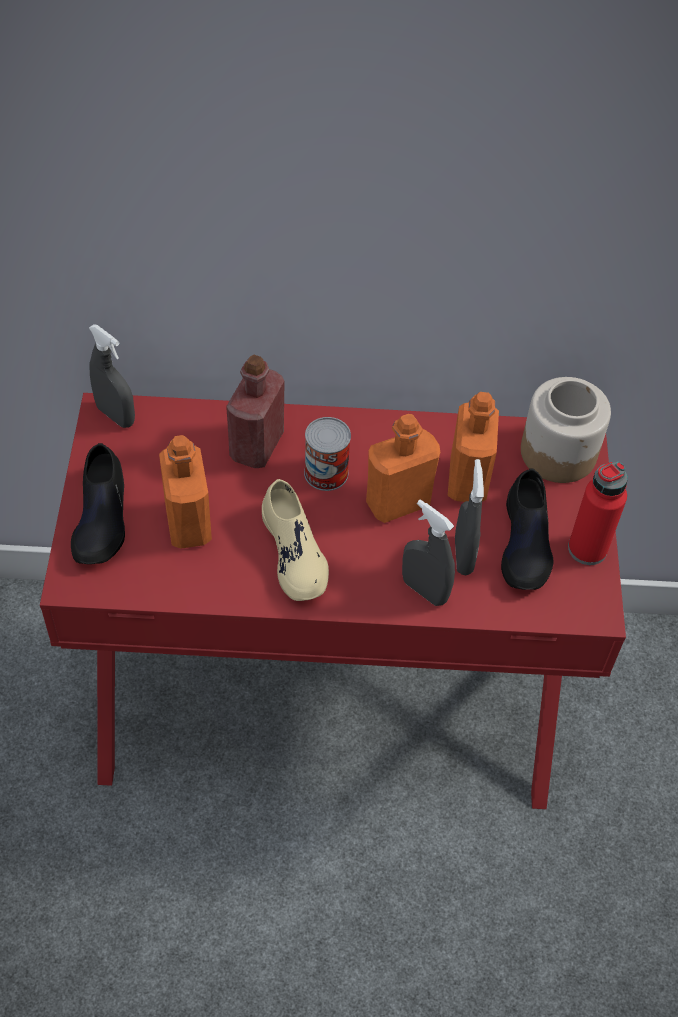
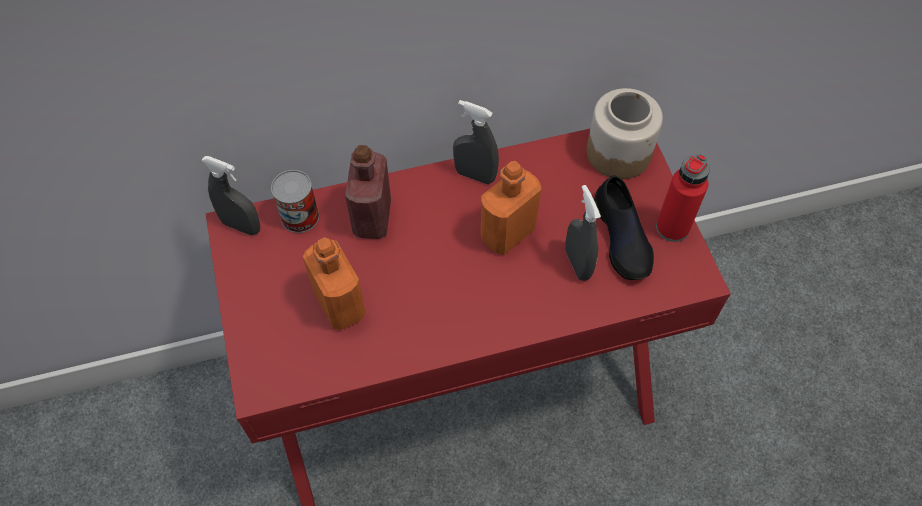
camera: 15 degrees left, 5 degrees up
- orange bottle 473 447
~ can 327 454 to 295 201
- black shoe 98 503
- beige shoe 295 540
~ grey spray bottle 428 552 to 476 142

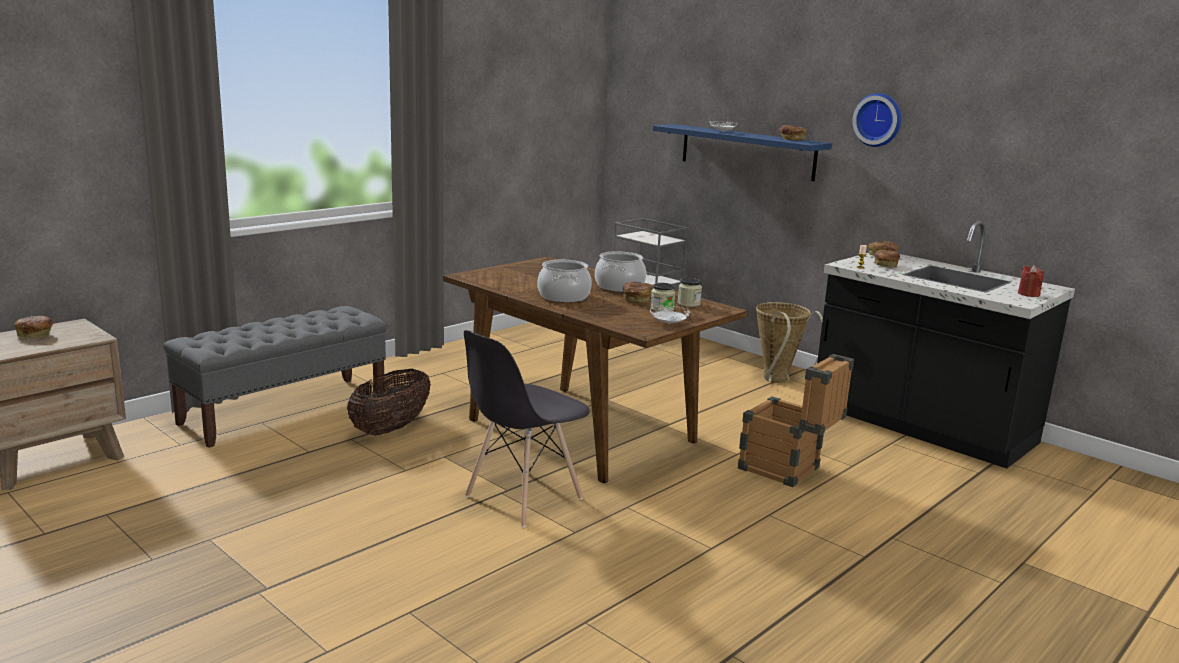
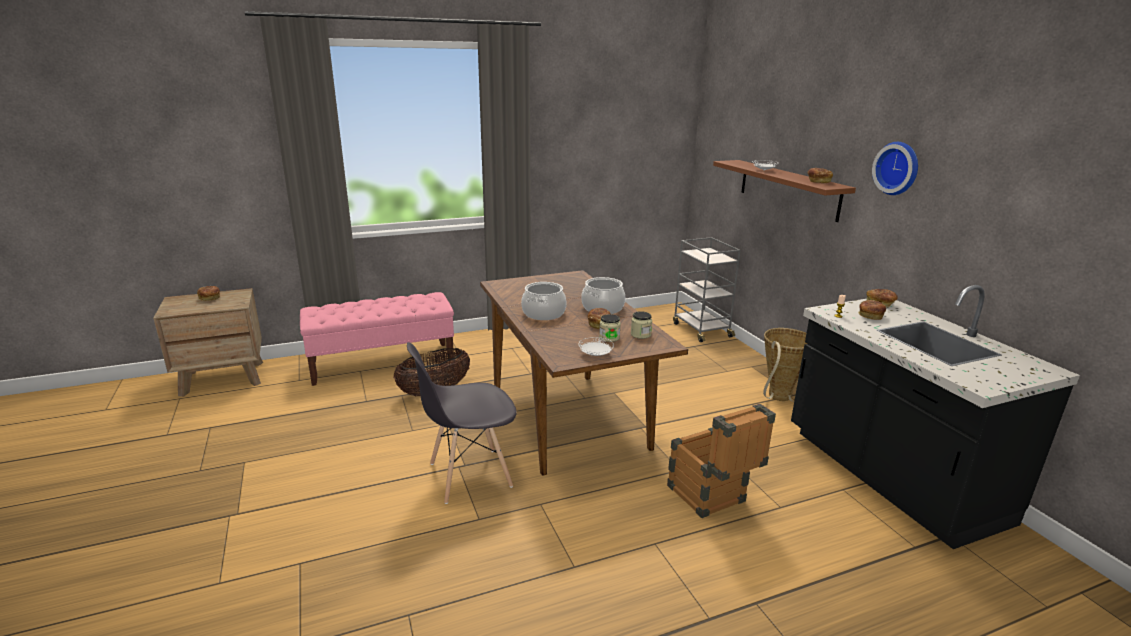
camera: 25 degrees right, 5 degrees up
~ blue shelf 742 152 to brown shelf 784 191
- red candle 1031 281
~ grey bench 275 377 to pink bench 377 339

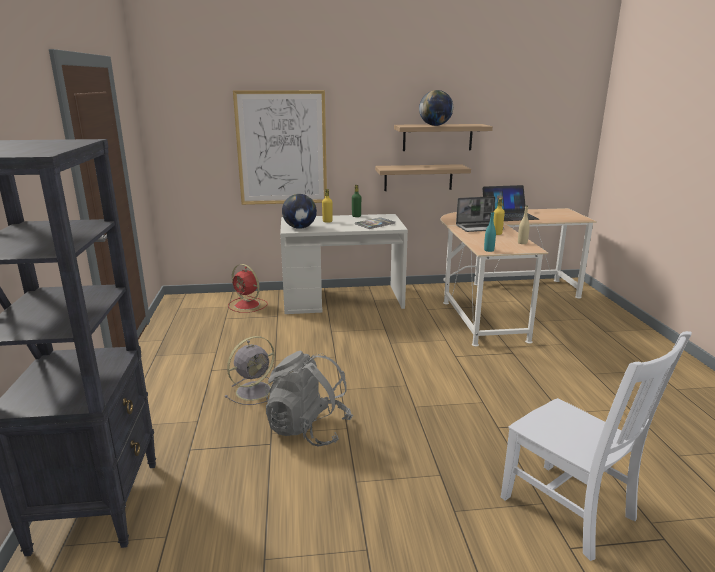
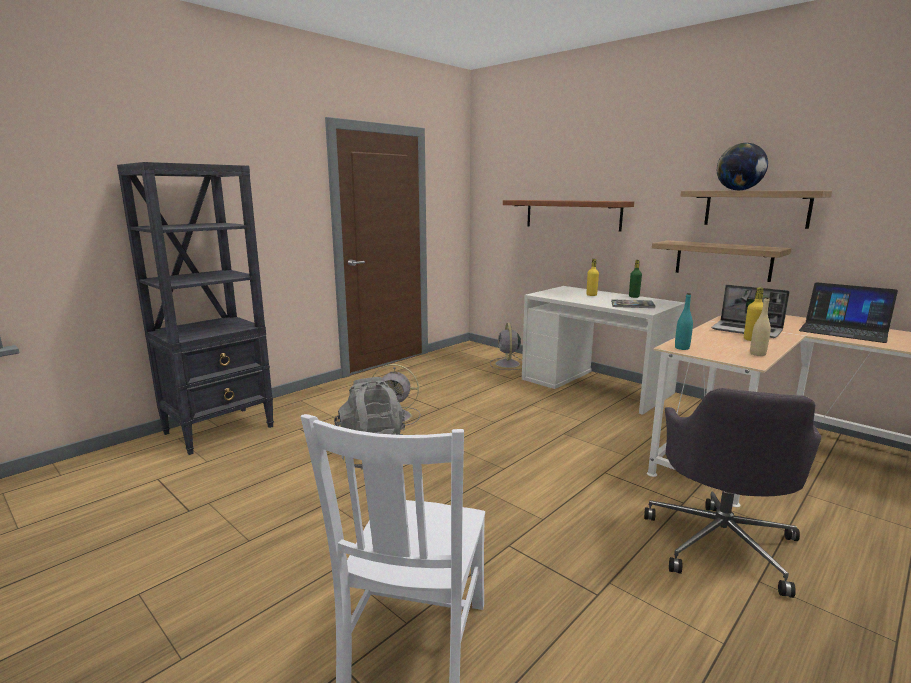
camera: 50 degrees right, 5 degrees down
~ picture 280 147 to brown shelf 568 215
- globe 299 211
~ red fan 248 288 to grey fan 506 346
+ grey office chair 732 493

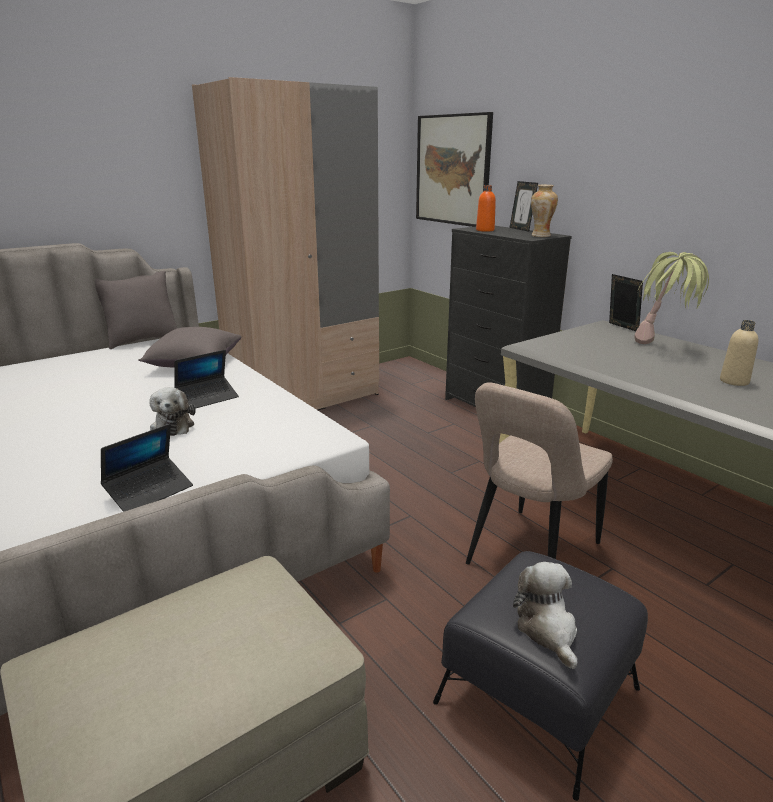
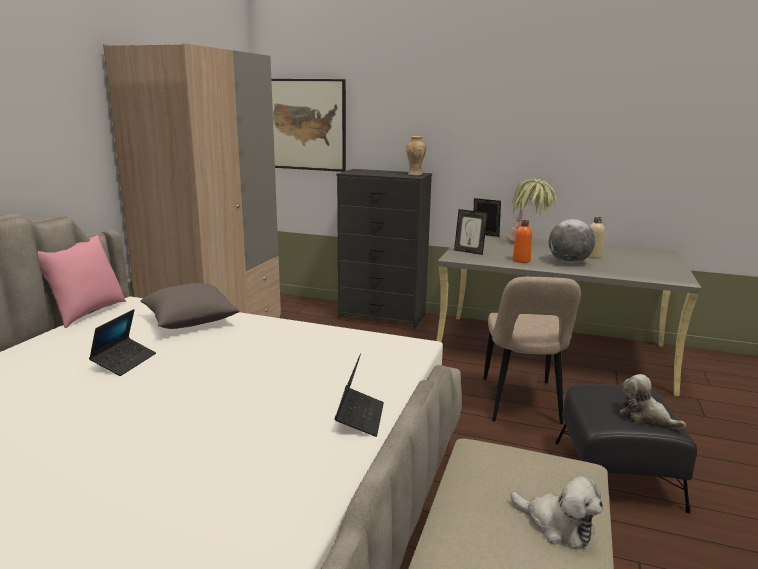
camera: 35 degrees left, 5 degrees down
~ picture frame 523 206 to 471 232
~ orange bottle 486 208 to 522 241
~ grey pillow 136 310 to pink pillow 82 281
~ laptop 206 379 to 122 342
~ plush toy 172 411 to 557 511
+ globe 572 241

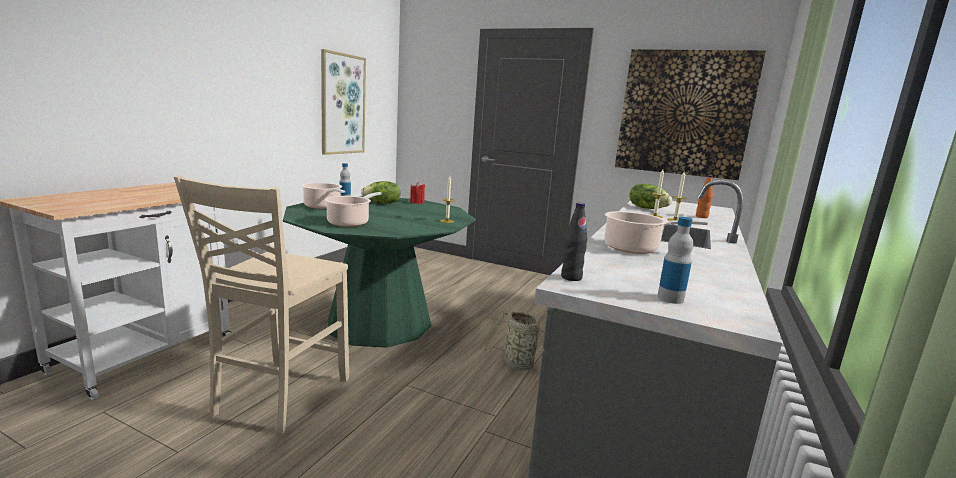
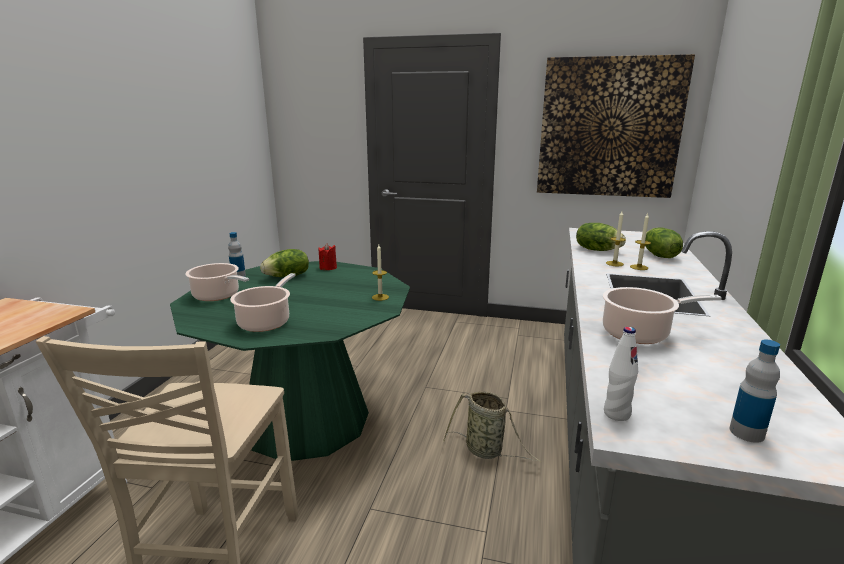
camera: 10 degrees left, 5 degrees up
- picture 343 102
~ orange bottle 704 196 to lettuce 664 242
~ black bottle 574 242 to white bottle 621 374

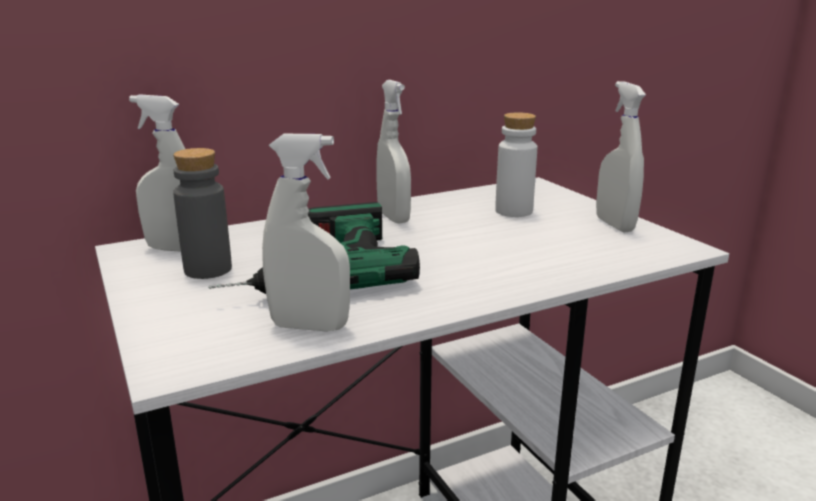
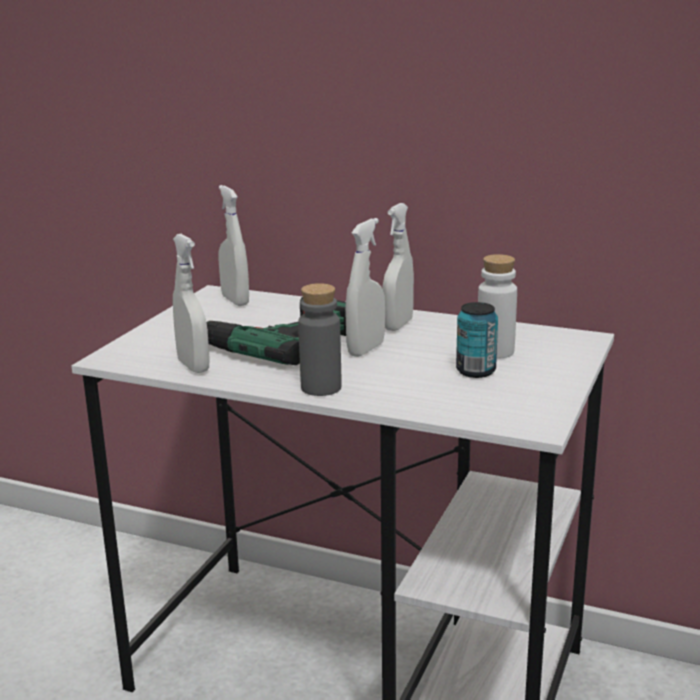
camera: 50 degrees right, 0 degrees up
~ white spray bottle 621 156 to 365 287
~ grey bottle 202 213 to 319 339
+ can 477 340

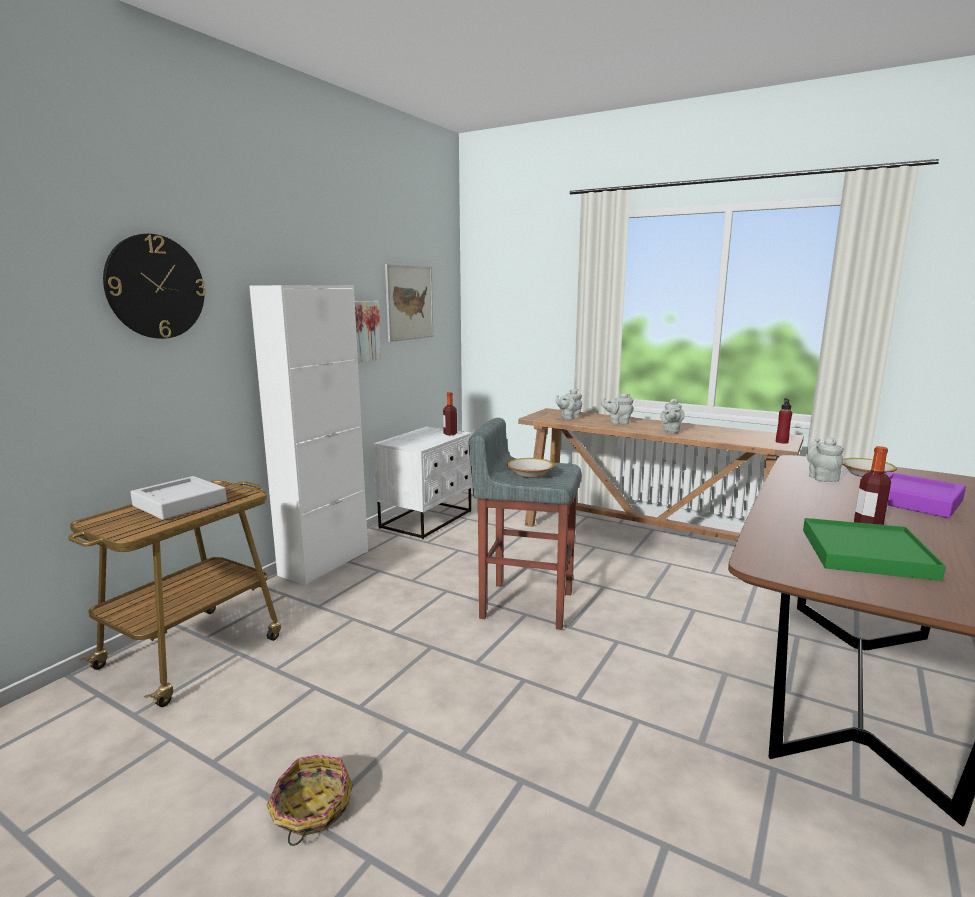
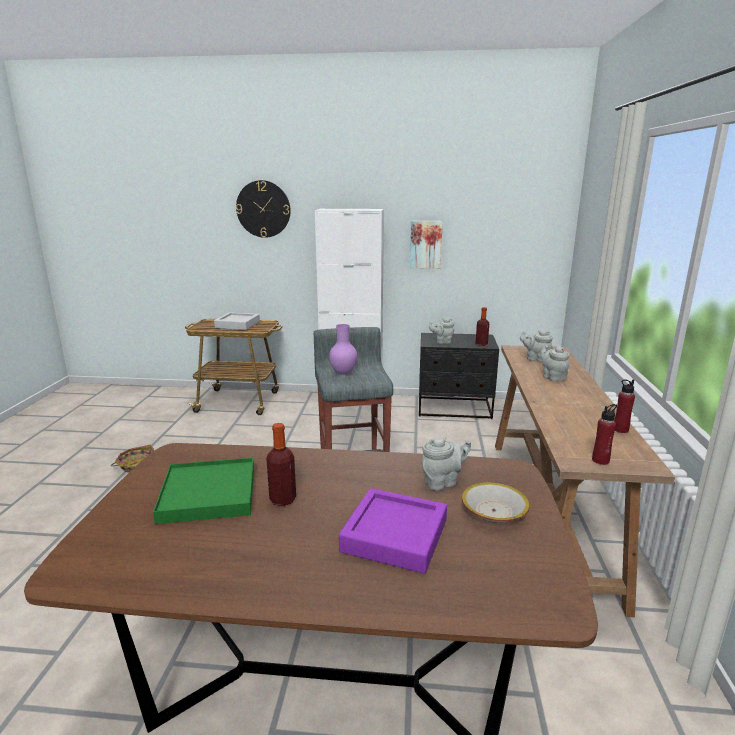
camera: 65 degrees right, 5 degrees up
- picture 409 303
~ grey teapot 672 415 to 441 331
~ white nightstand 422 483 to black nightstand 459 376
~ bowl 531 468 to purple vase 343 349
+ red bottle 624 406

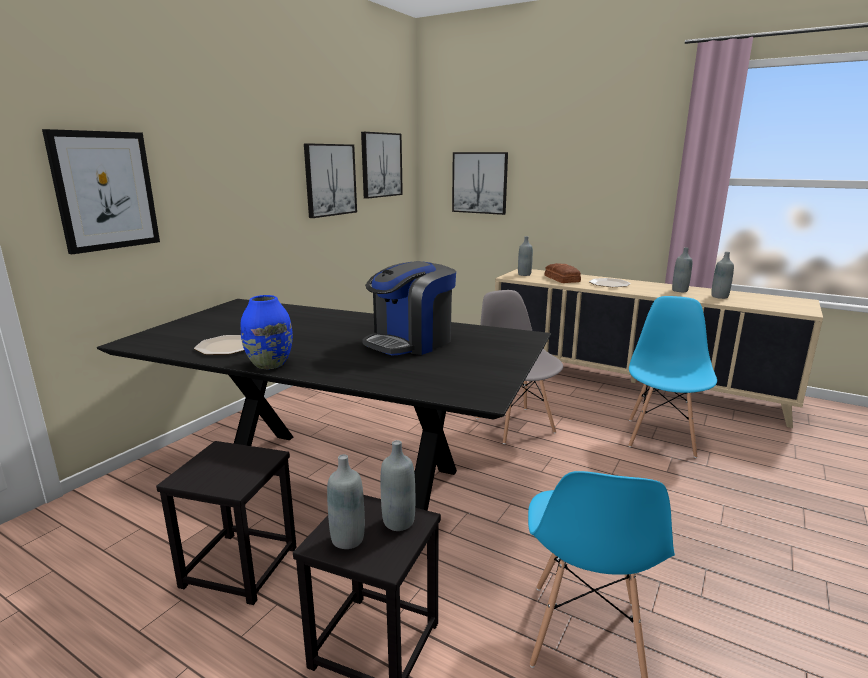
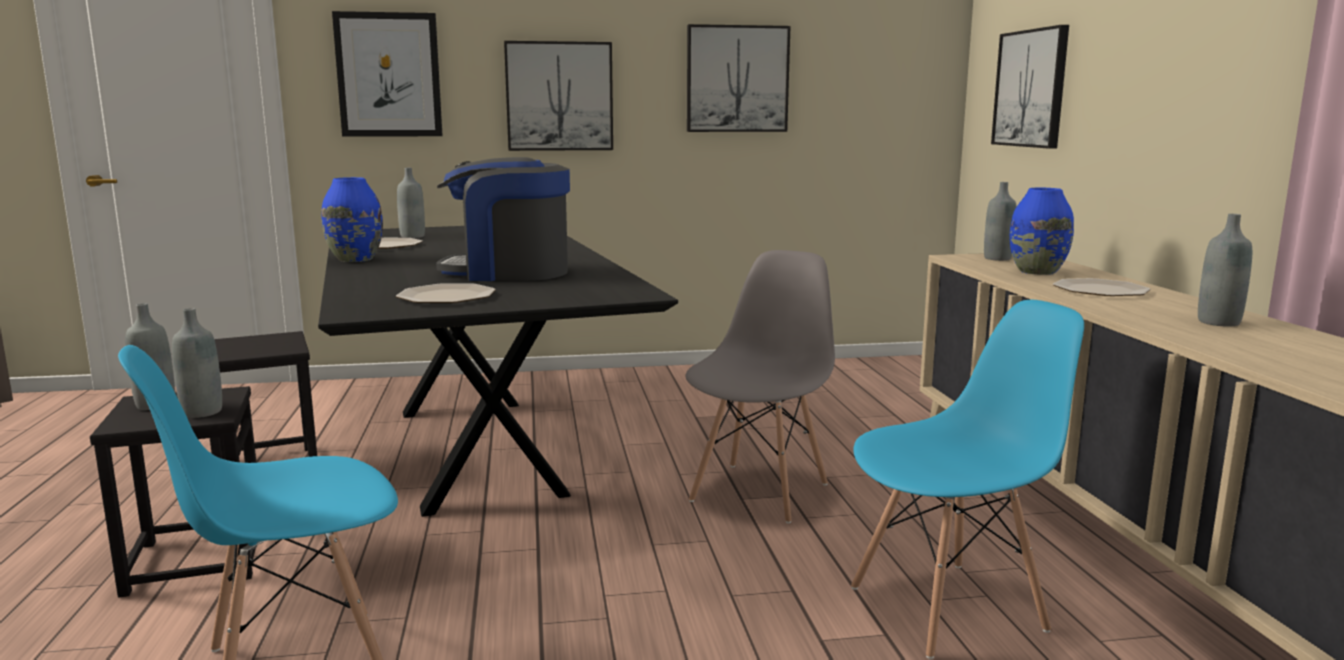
camera: 50 degrees right, 5 degrees down
~ picture 382 165 to 558 96
~ grey bottle 722 275 to 411 203
~ bread 563 273 to blue vase 1042 231
+ plate 446 293

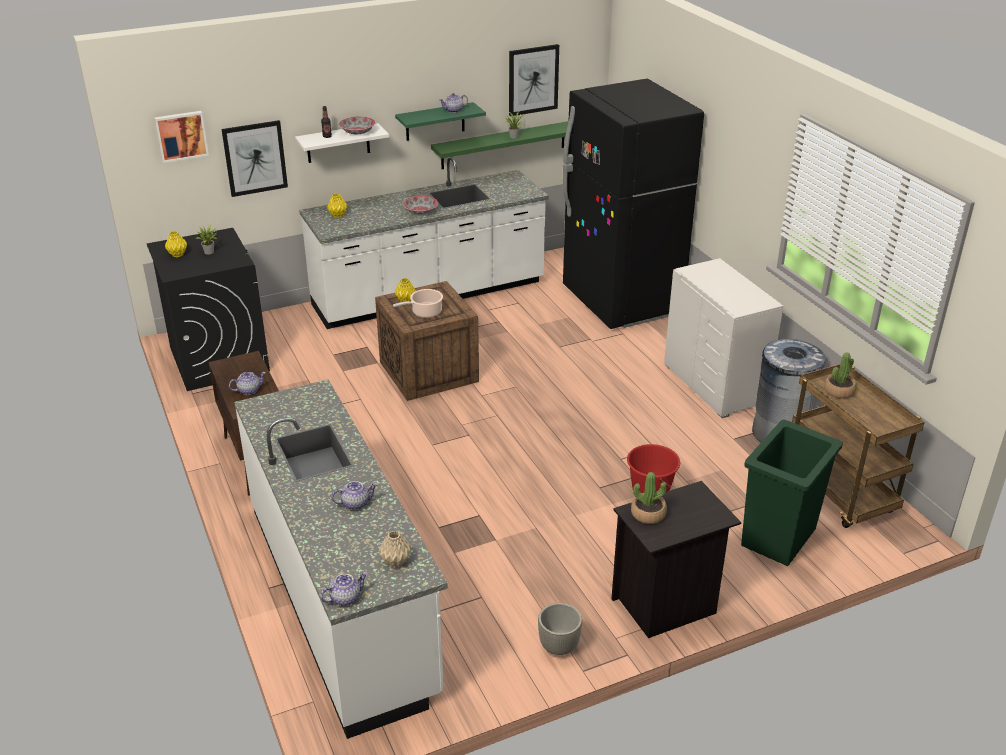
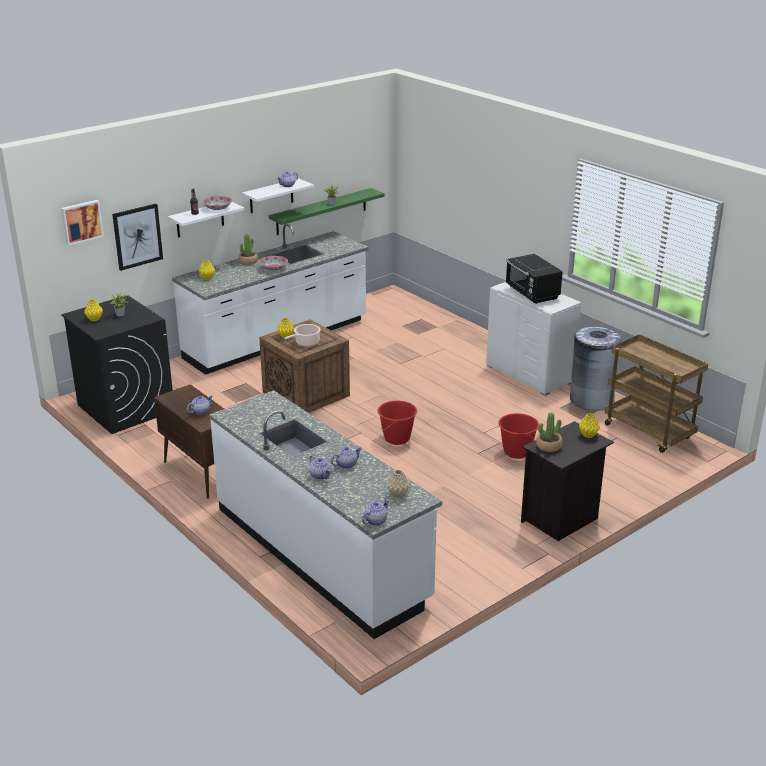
camera: 15 degrees left, 5 degrees down
- picture 534 80
- black fridge 633 203
~ green shelf 440 121 to white shelf 278 195
~ potted plant 840 375 to 248 249
- green trash can 792 493
- grey planter 560 629
+ black microwave 534 279
+ red bucket 397 423
+ yellow vase 589 425
+ teapot 320 467

